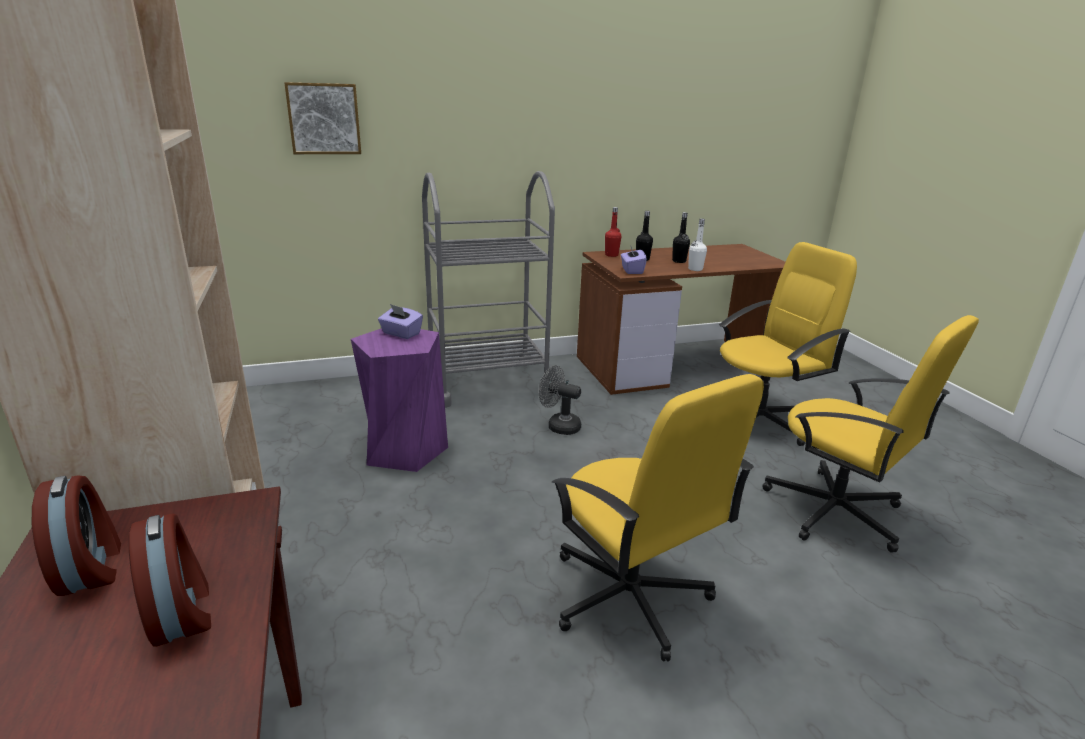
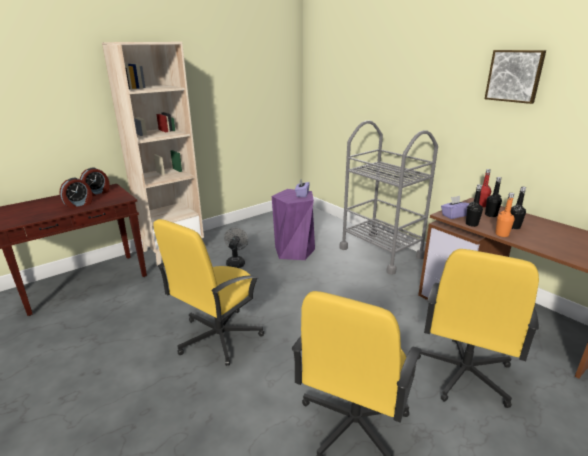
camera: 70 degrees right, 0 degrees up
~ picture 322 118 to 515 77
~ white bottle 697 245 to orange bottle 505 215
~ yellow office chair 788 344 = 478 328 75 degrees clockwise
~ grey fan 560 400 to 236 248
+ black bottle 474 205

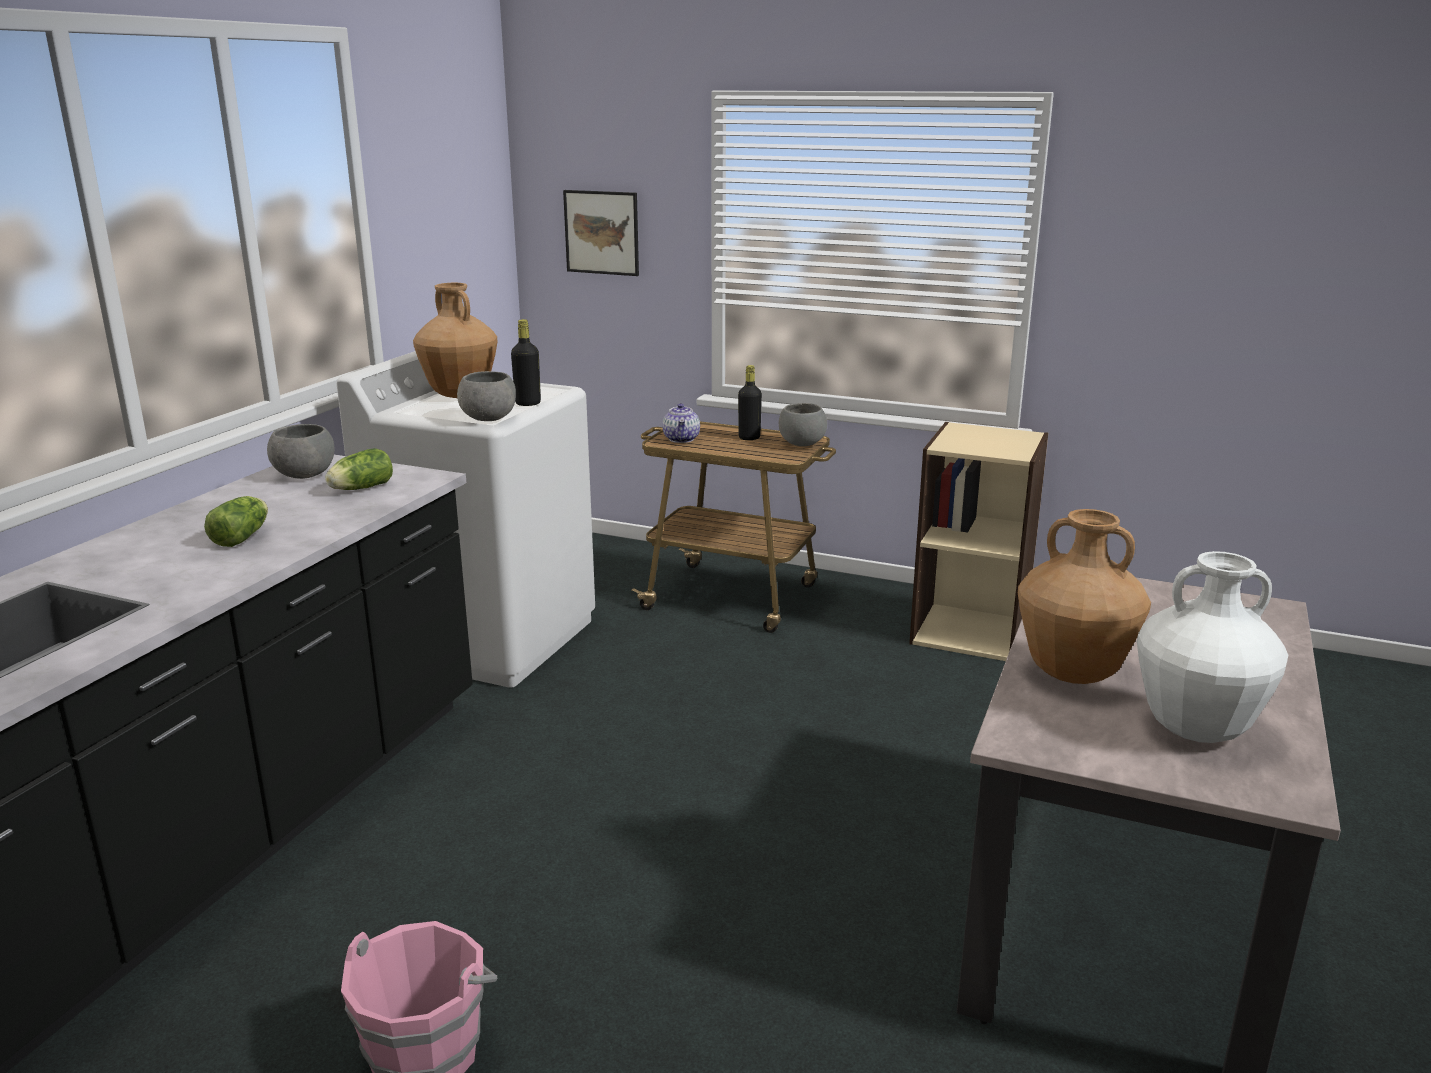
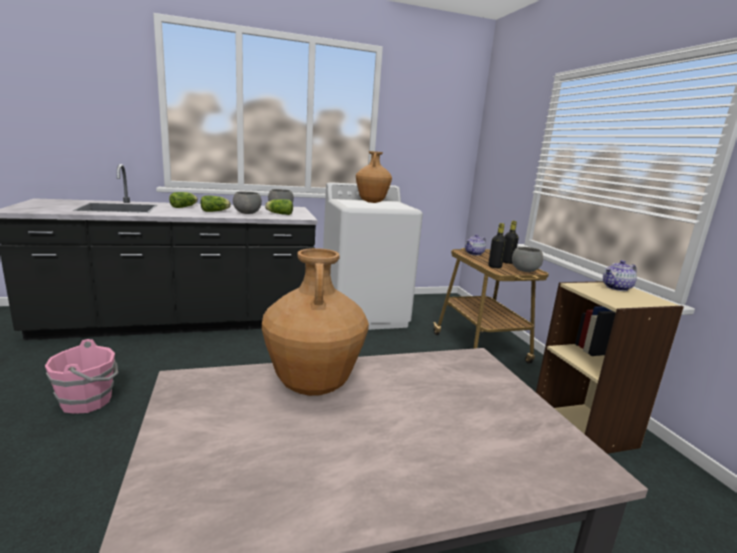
camera: 50 degrees right, 5 degrees down
- picture 601 233
~ black bottle 526 362 to 497 245
~ grey bowl 486 396 to 247 202
- white vase 1212 647
+ lettuce 183 200
+ teapot 620 275

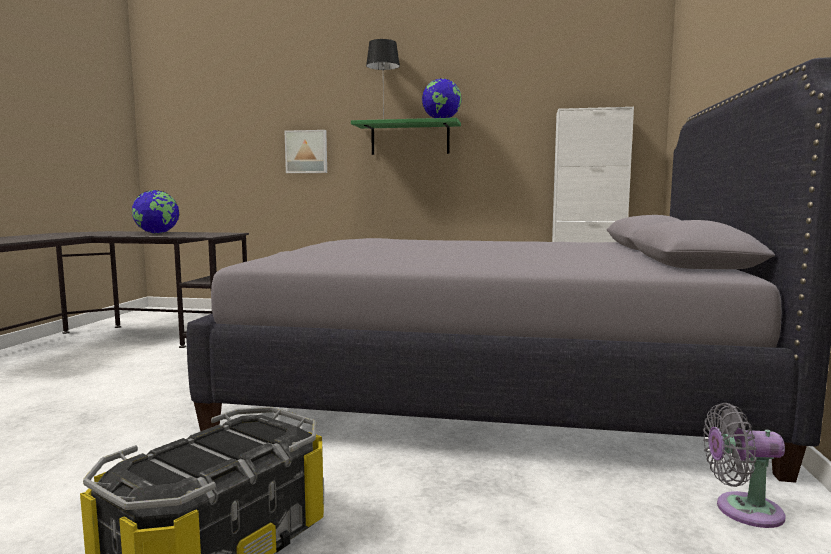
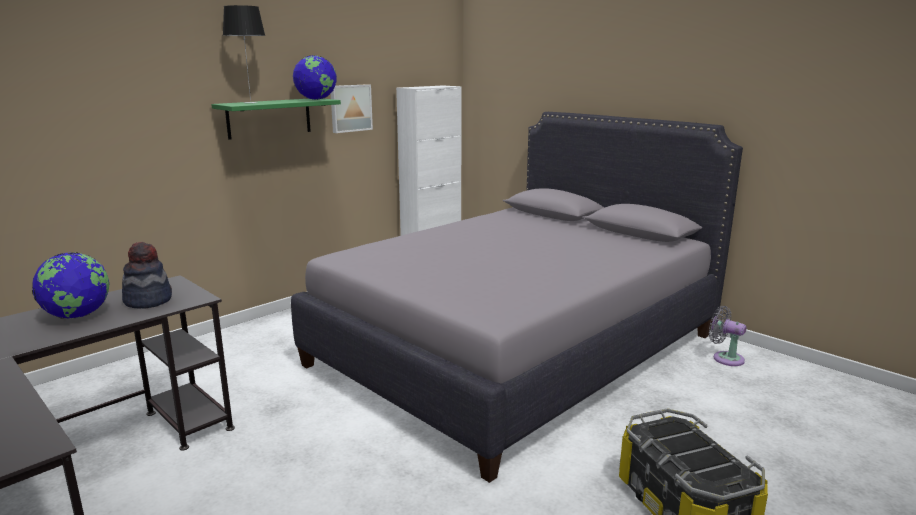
camera: 55 degrees left, 10 degrees up
~ picture 306 151 to 352 108
~ grey fan 744 465 = 728 336 90 degrees clockwise
+ hat 147 275

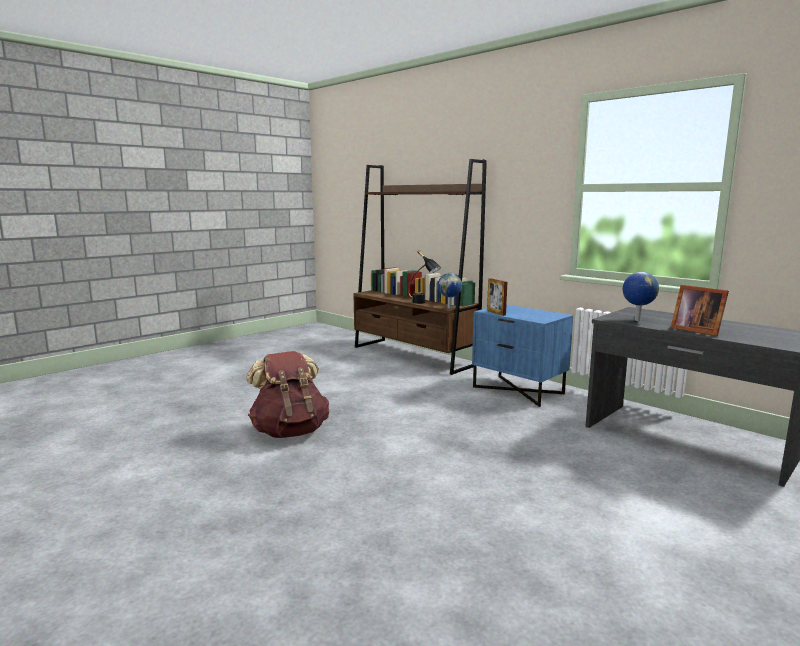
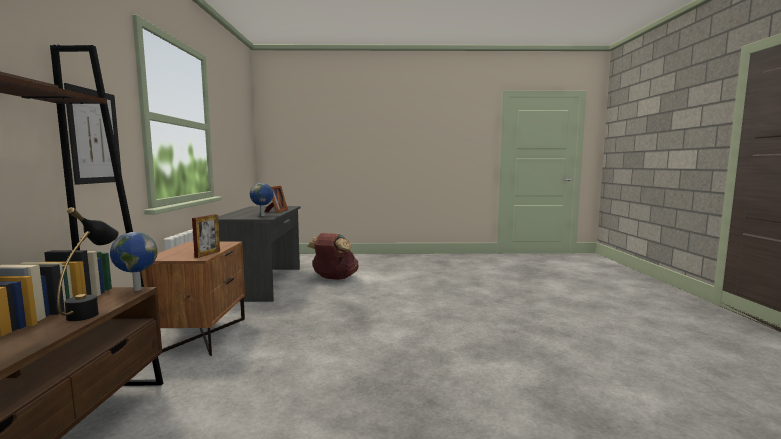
camera: 135 degrees left, 5 degrees down
~ blue nightstand 522 356 to brown nightstand 193 299
~ brown backpack 287 394 to 333 256
+ picture 93 134

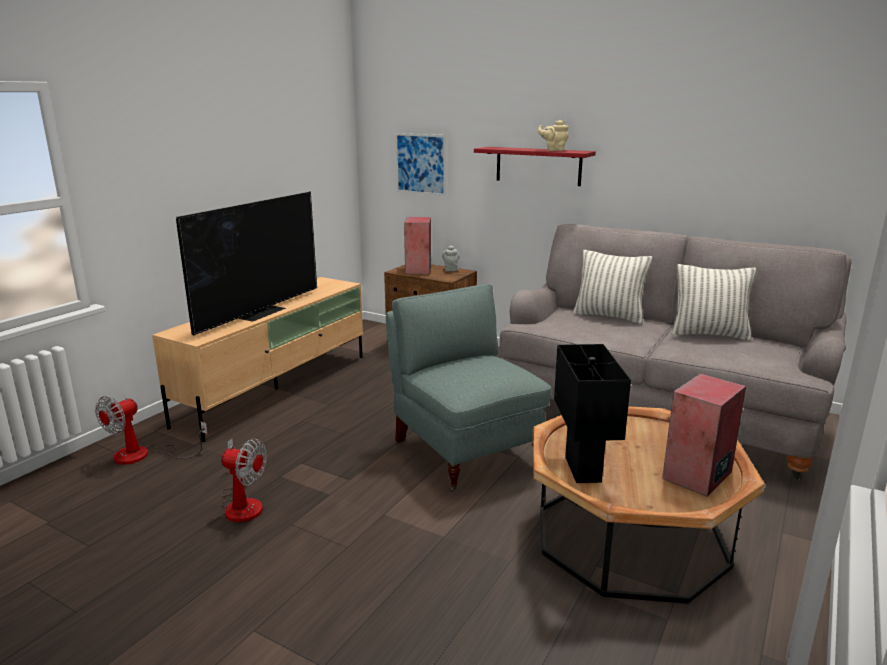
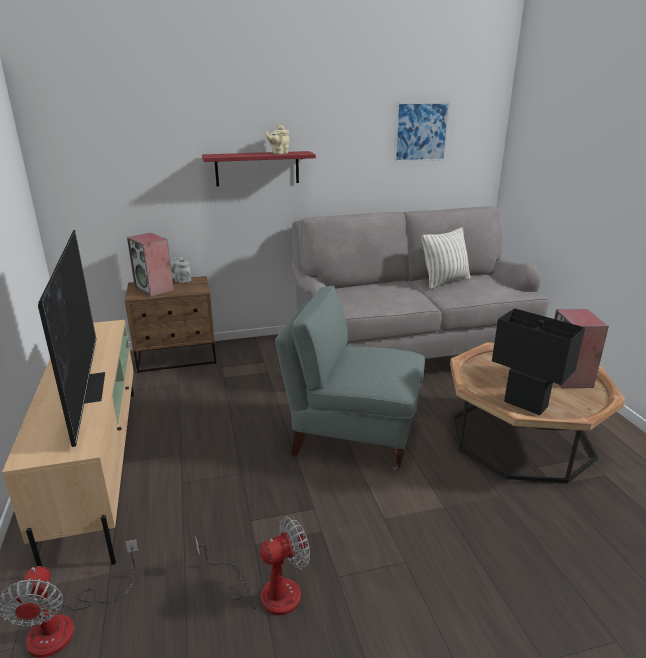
camera: 45 degrees left, 5 degrees up
~ picture 420 164 to 422 131
- pillow 612 287

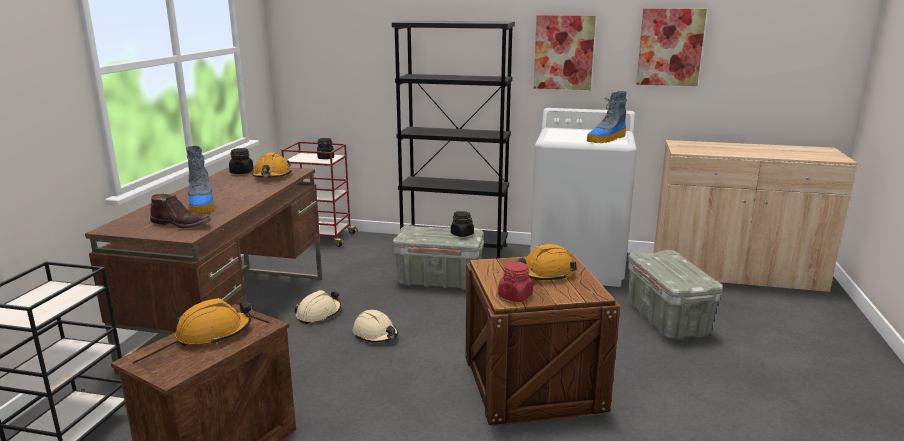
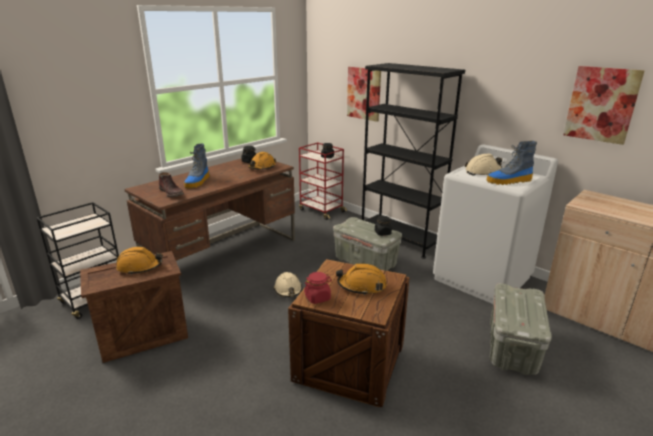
camera: 30 degrees right, 5 degrees up
~ picture 565 52 to 364 94
~ beige hard hat 317 307 to 483 164

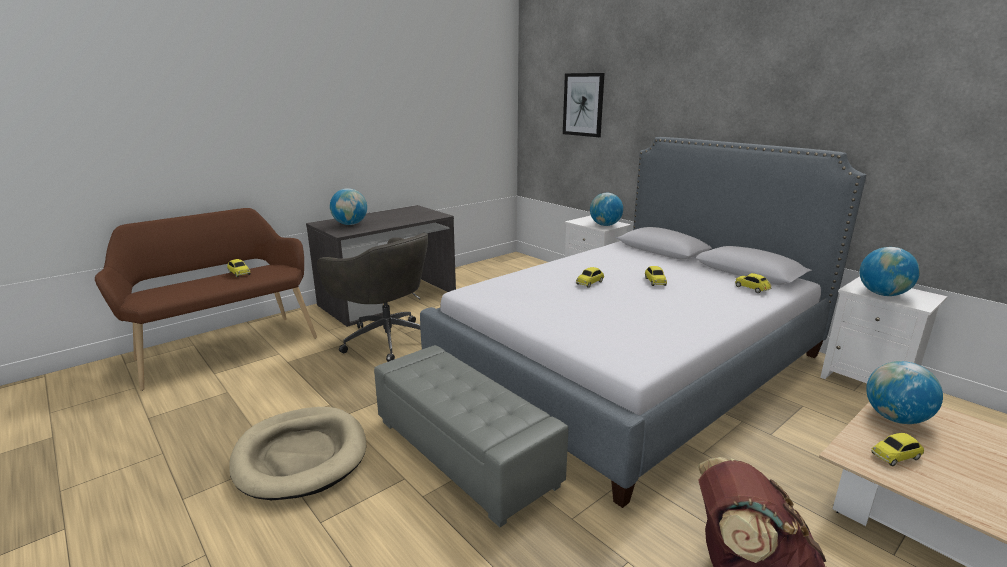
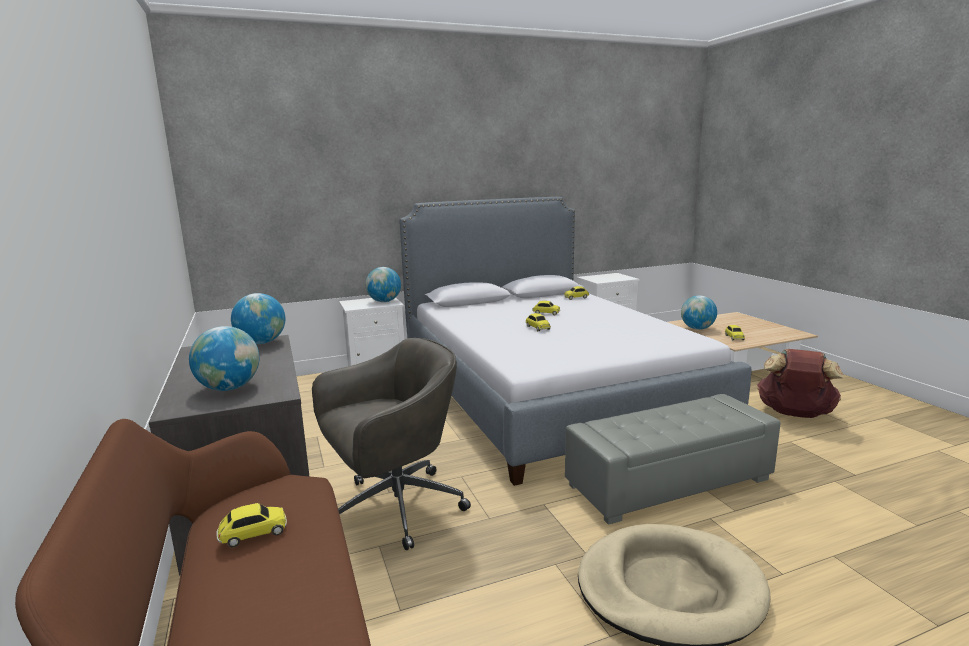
camera: 70 degrees left, 5 degrees down
- picture 584 105
~ globe 890 271 to 258 318

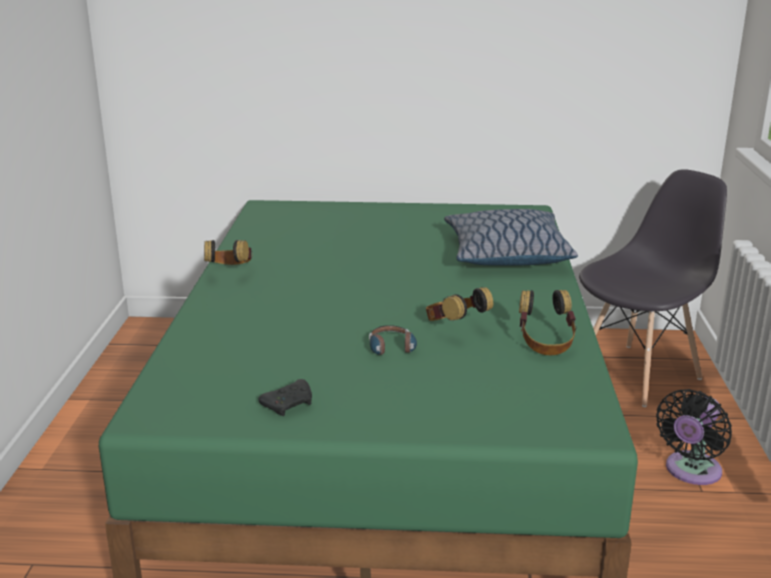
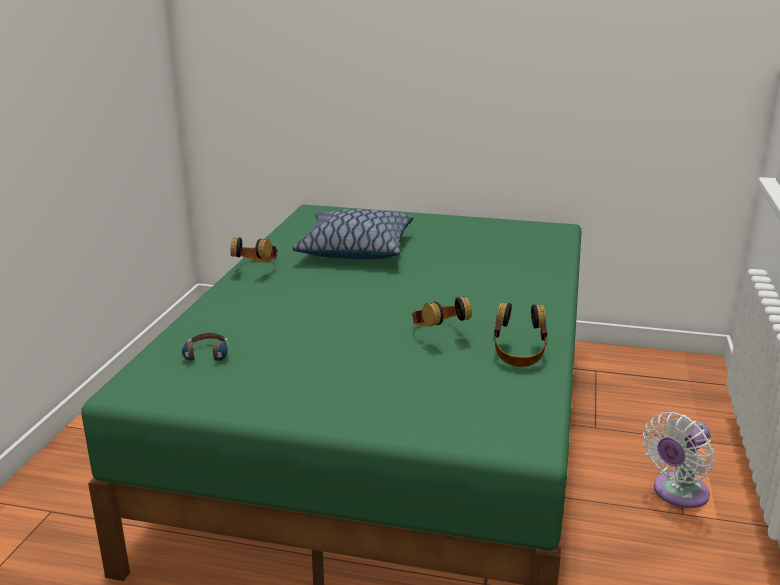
camera: 10 degrees right, 0 degrees up
- grey chair 653 288
~ pillow 511 237 to 353 234
~ headphones 393 340 to 205 348
- black game controller 285 397
~ black fan 694 437 to white fan 678 460

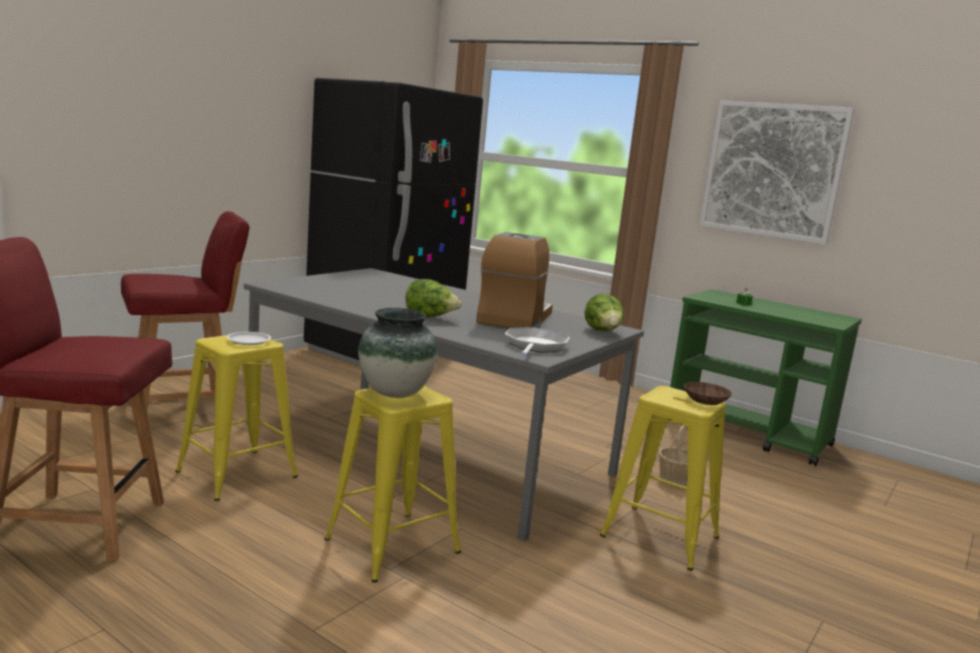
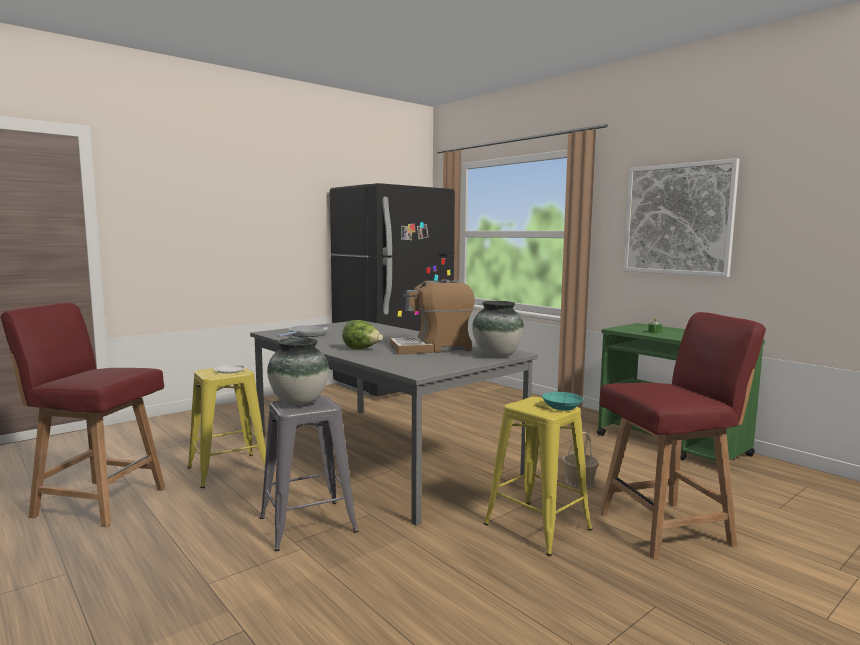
camera: 15 degrees right, 5 degrees down
~ red chair 185 315 to 682 435
~ coffee machine 514 280 = 432 317 135 degrees counterclockwise
~ lettuce 604 312 to vase 498 329
~ frying pan 537 341 to 302 331
~ brown bowl 708 393 to turquoise bowl 562 401
~ yellow stool 392 483 to grey stool 309 473

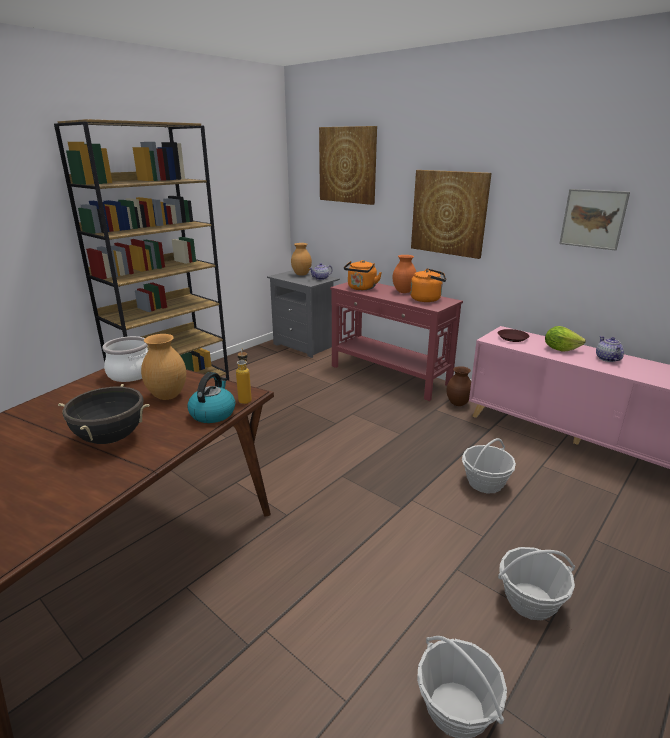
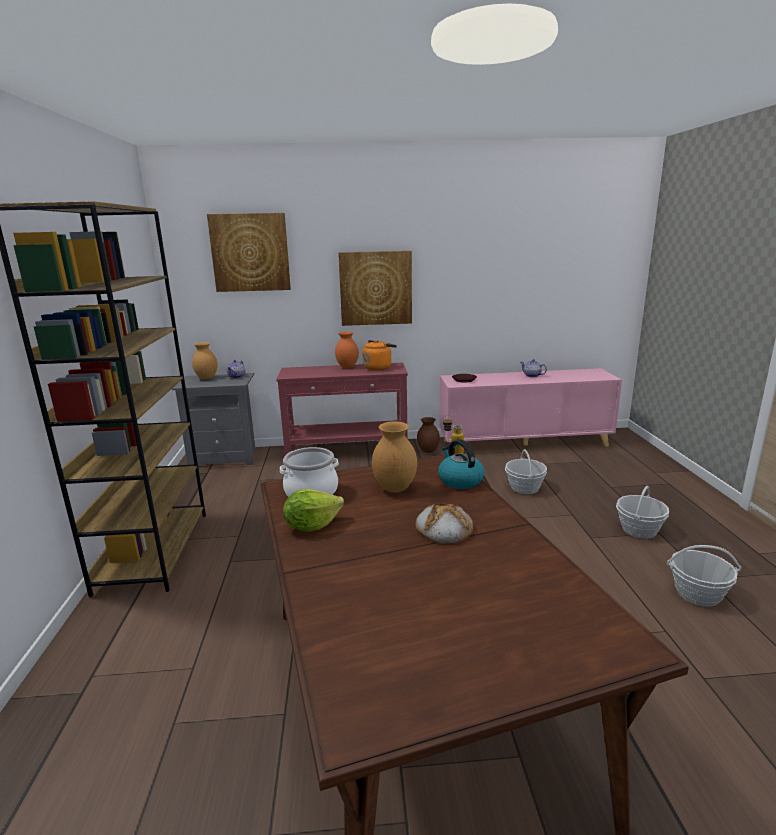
camera: 45 degrees left, 5 degrees down
- picture 594 220
- orange kettle 363 275
~ lettuce 565 339 to 313 510
~ black cooking pot 104 414 to bread 444 523

